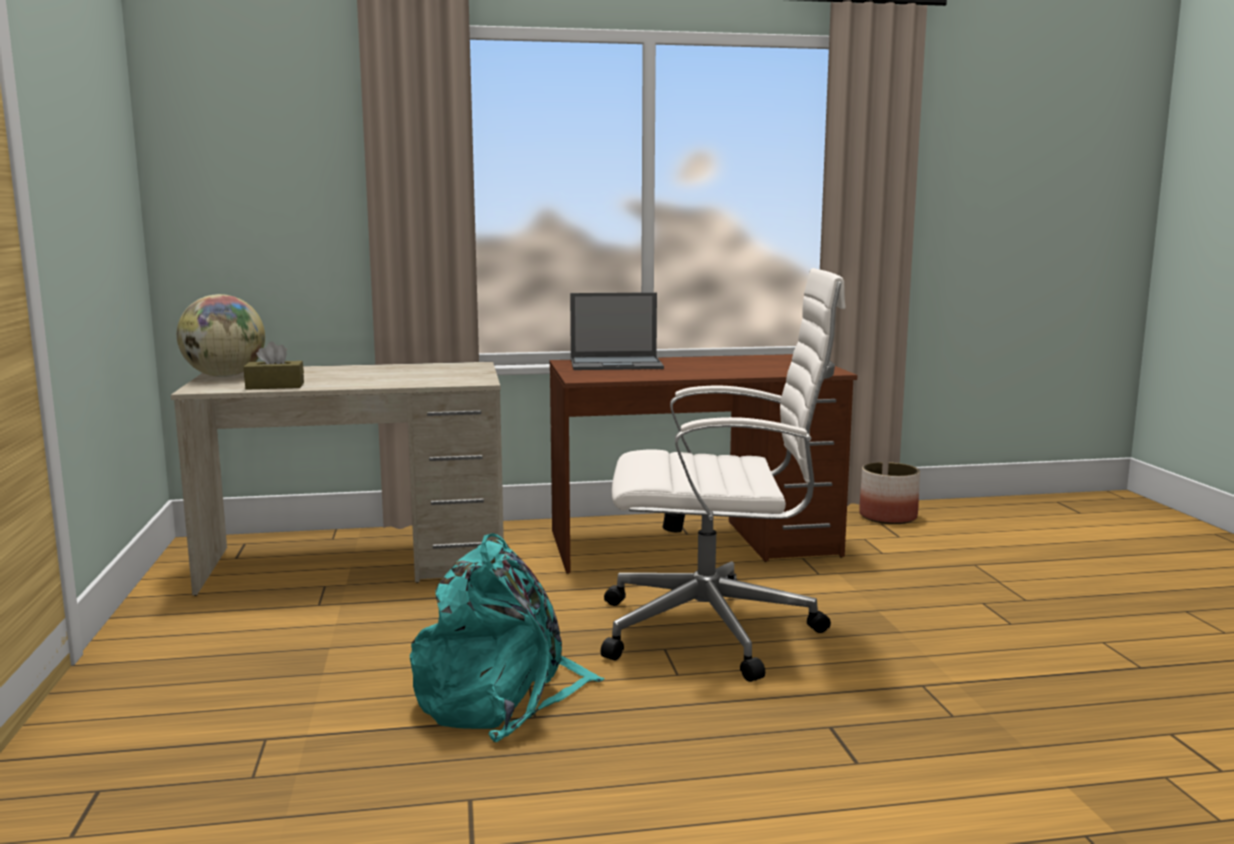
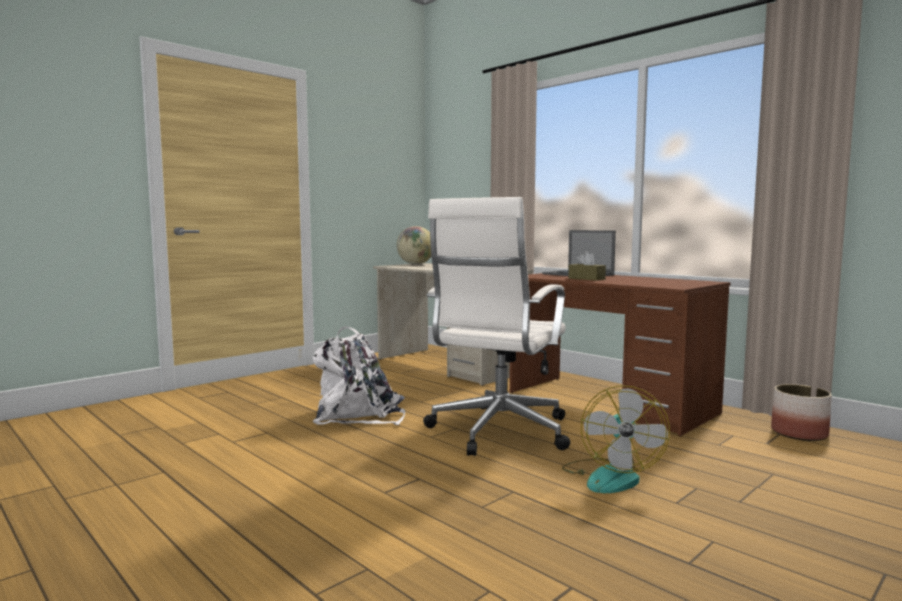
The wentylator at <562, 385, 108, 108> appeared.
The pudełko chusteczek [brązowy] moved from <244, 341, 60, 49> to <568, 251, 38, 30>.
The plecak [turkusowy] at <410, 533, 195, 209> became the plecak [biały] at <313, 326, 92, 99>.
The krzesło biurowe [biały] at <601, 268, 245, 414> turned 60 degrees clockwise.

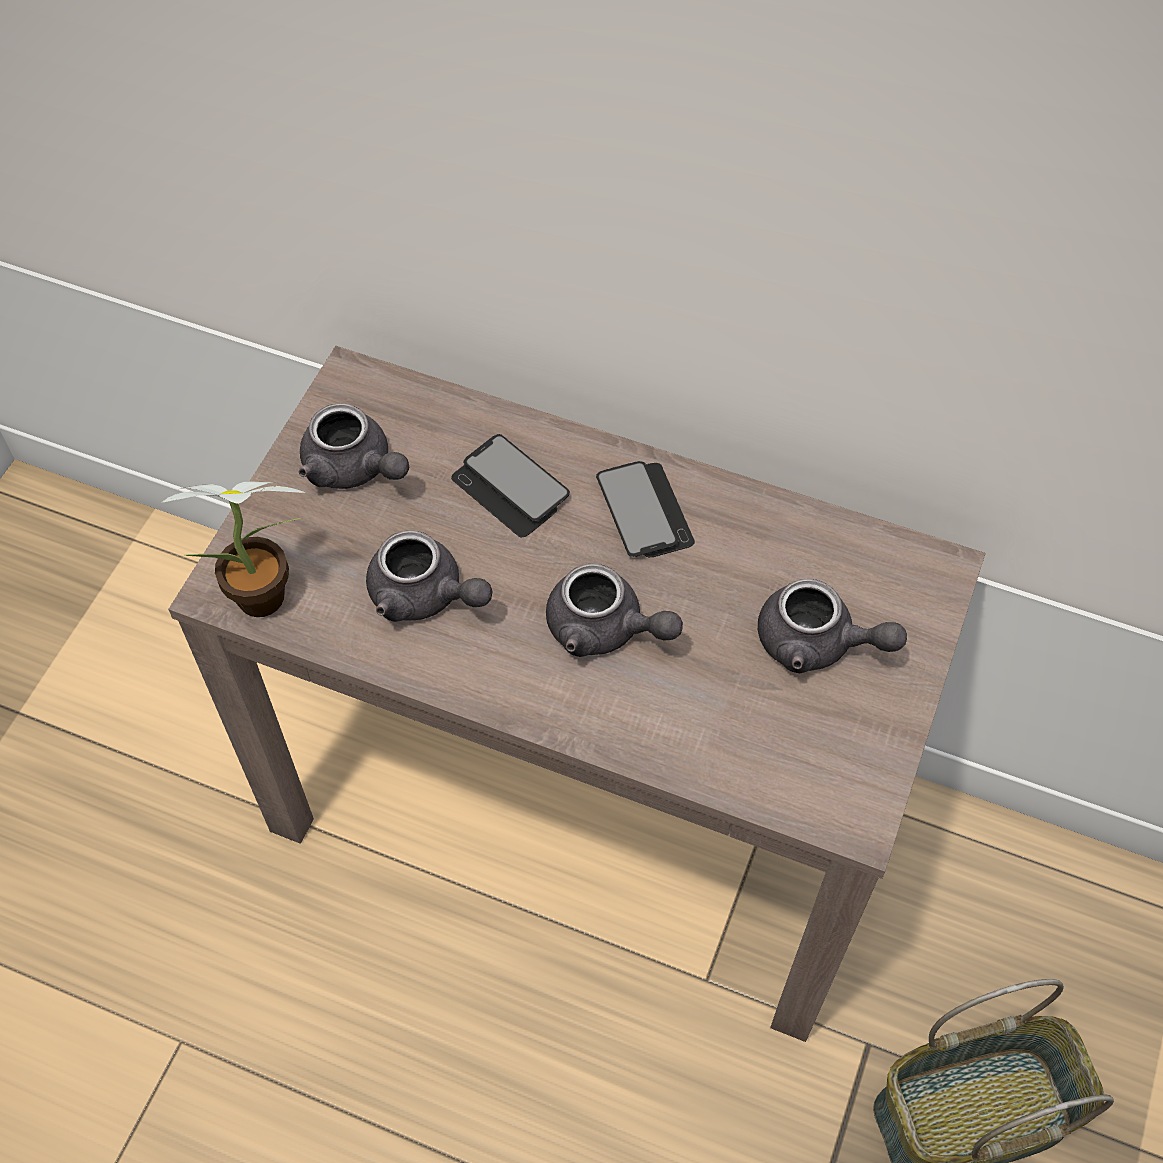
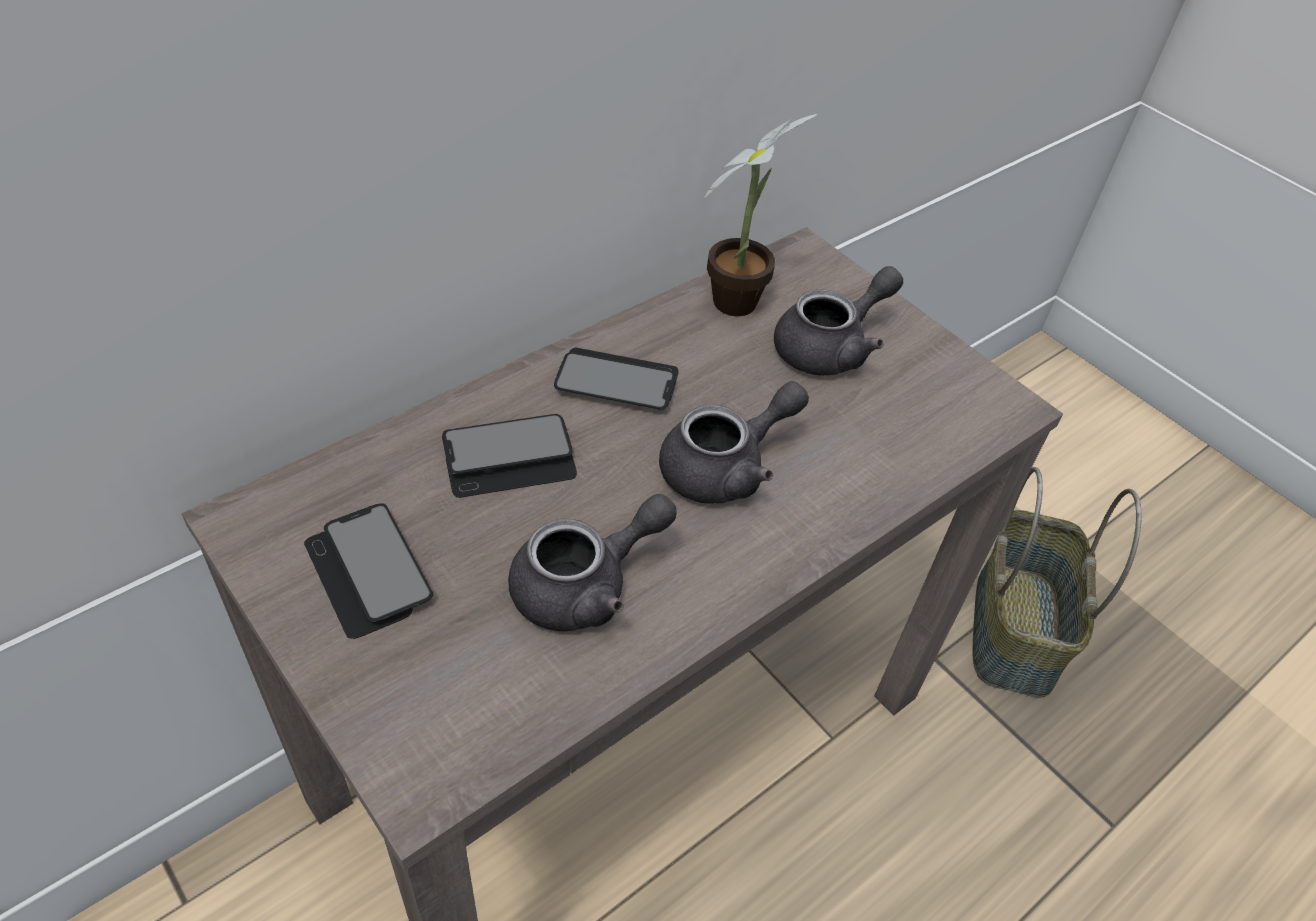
The roślina doniczkowa moved from <161, 482, 144, 135> to <704, 114, 114, 202>.
The imbryk [szary] at <299, 403, 110, 86> was replaced by the telefon at <304, 503, 129, 136>.

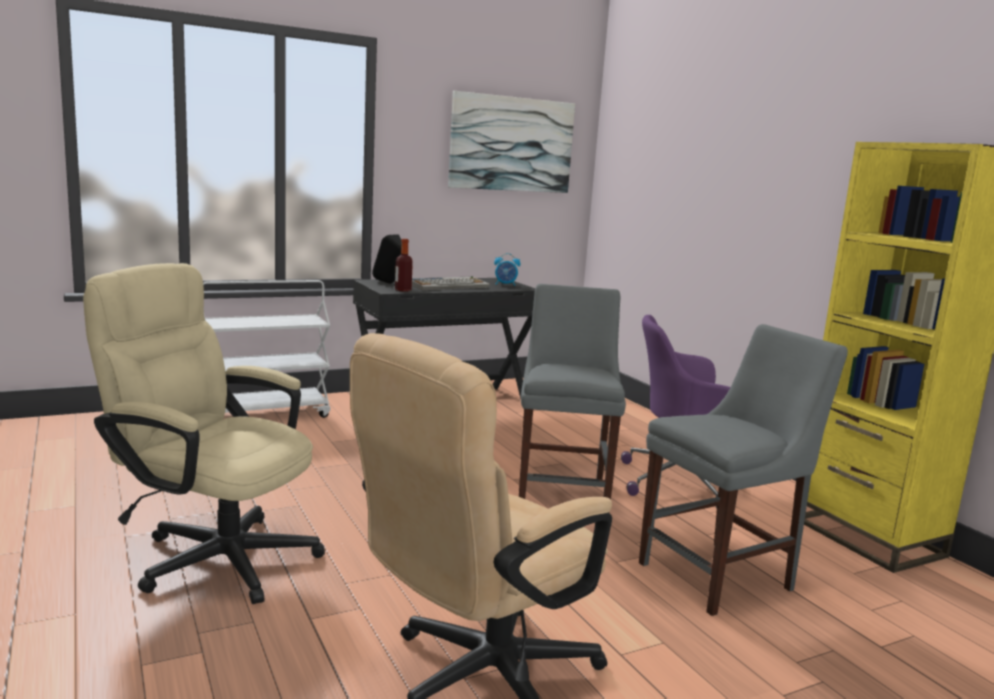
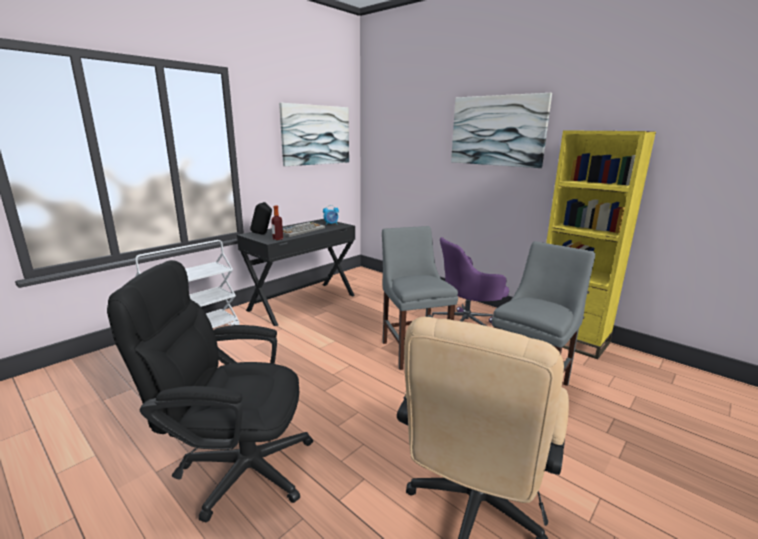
The obraz at <451, 93, 101, 75> appeared.
The krzesło biurowe [beżowy] at <83, 263, 242, 341> became the krzesło biurowe [czarny] at <107, 260, 206, 262>.

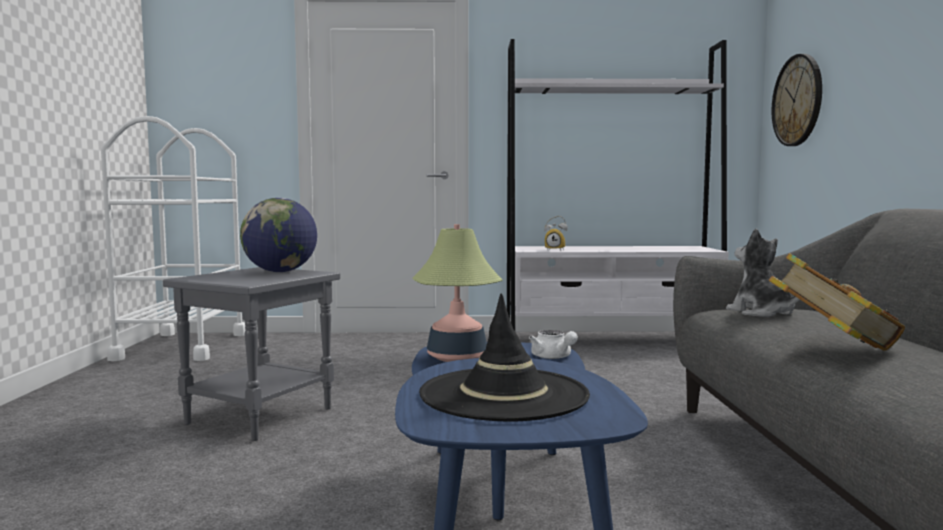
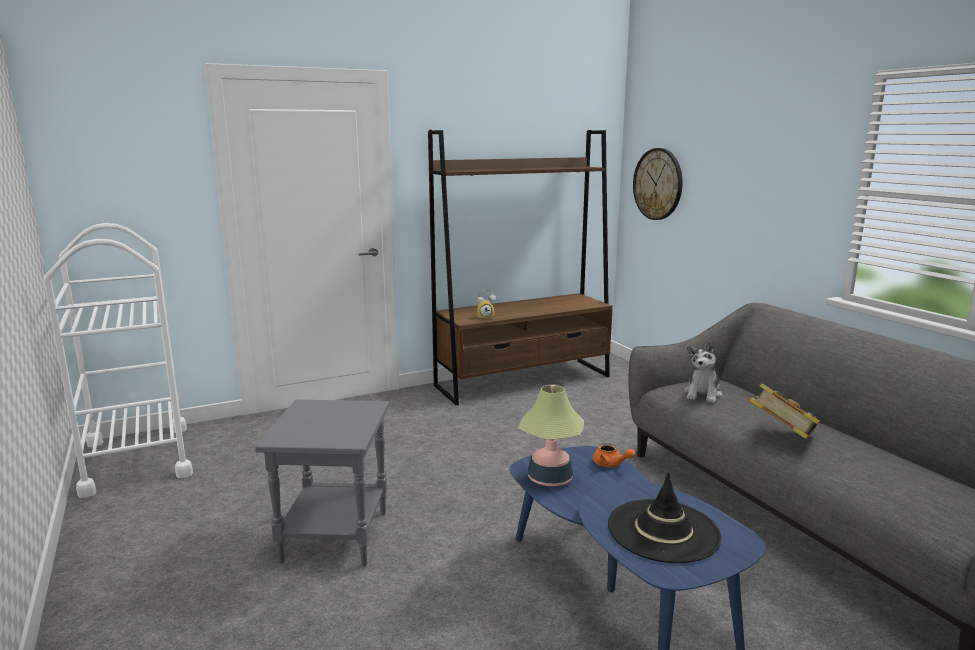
The globus at <240, 198, 77, 74> disappeared.
The regał [biały] at <507, 39, 222, 292> became the regał [brązowy] at <428, 130, 185, 275>.
The imbryk [biały] at <529, 330, 49, 29> became the imbryk [pomarańczowy] at <593, 443, 42, 24>.
The pluszak at <726, 228, 73, 89> turned 105 degrees counterclockwise.

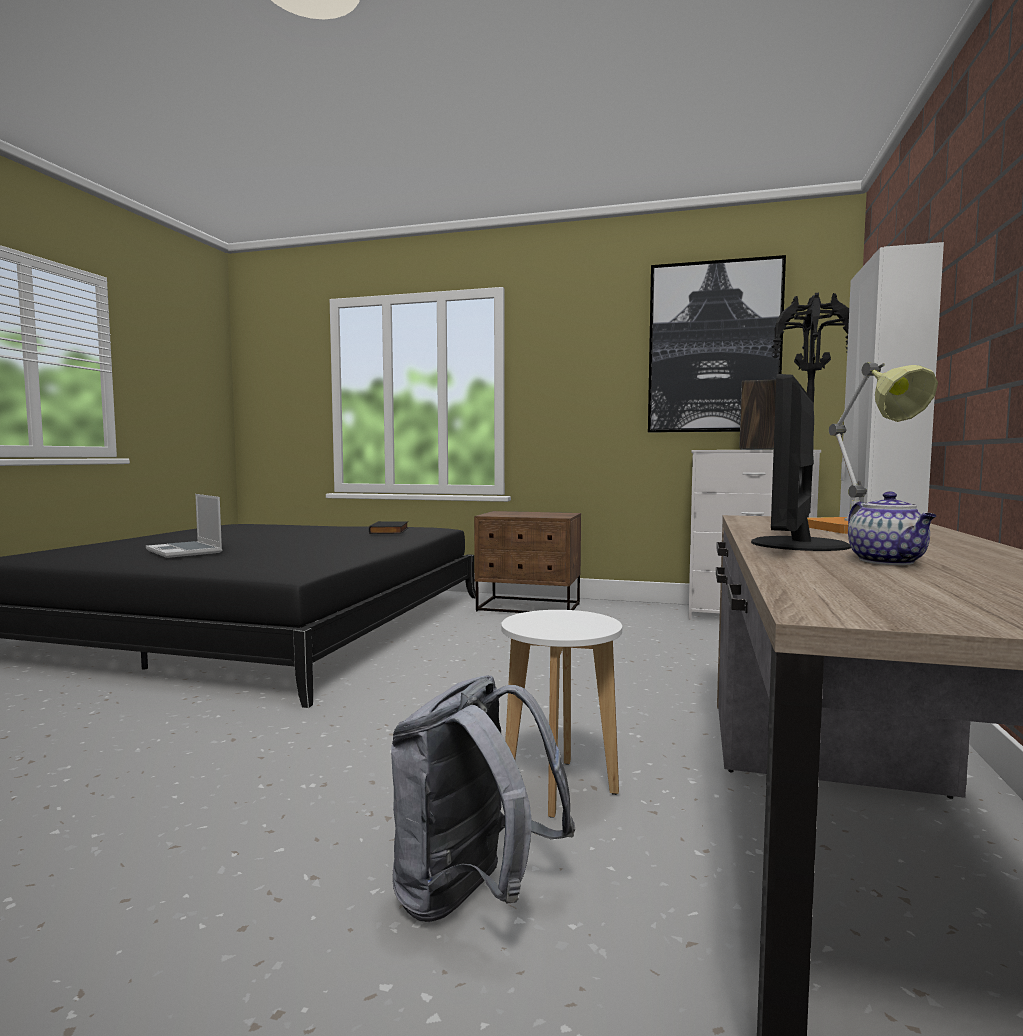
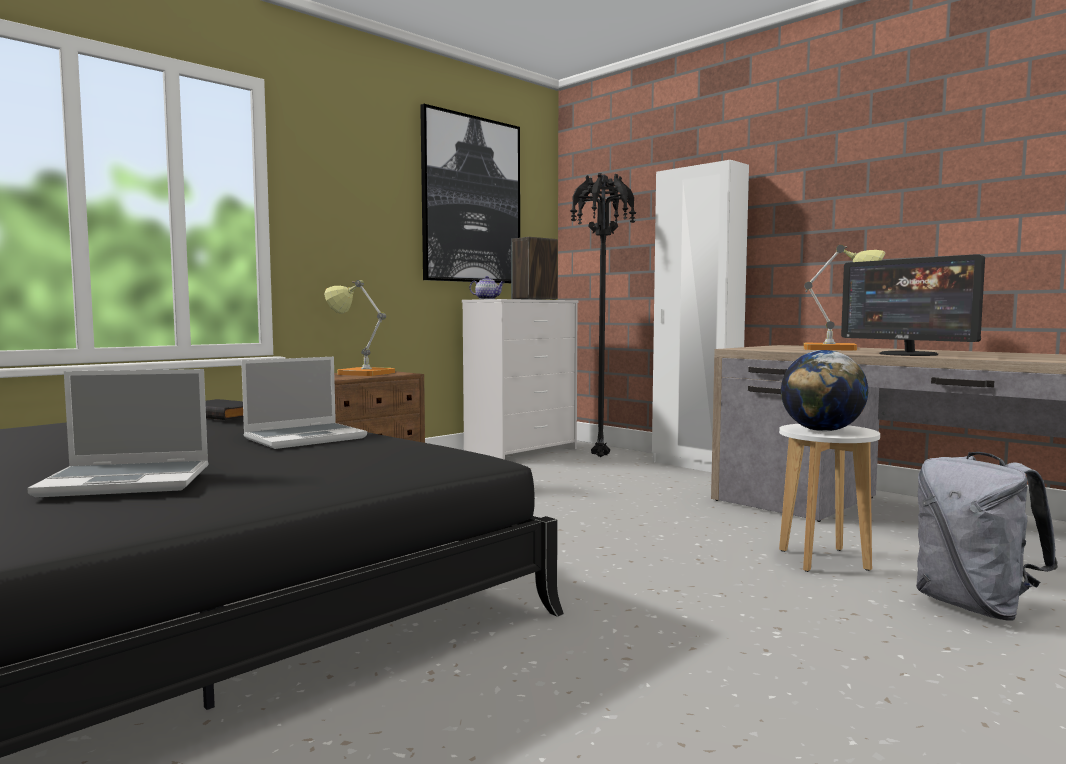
The laptop at <241, 357, 126, 92> appeared.
The lampa stołowa at <324, 280, 71, 96> appeared.
The globus at <781, 350, 87, 81> appeared.
The imbryk moved from <848, 491, 89, 74> to <470, 276, 35, 23>.

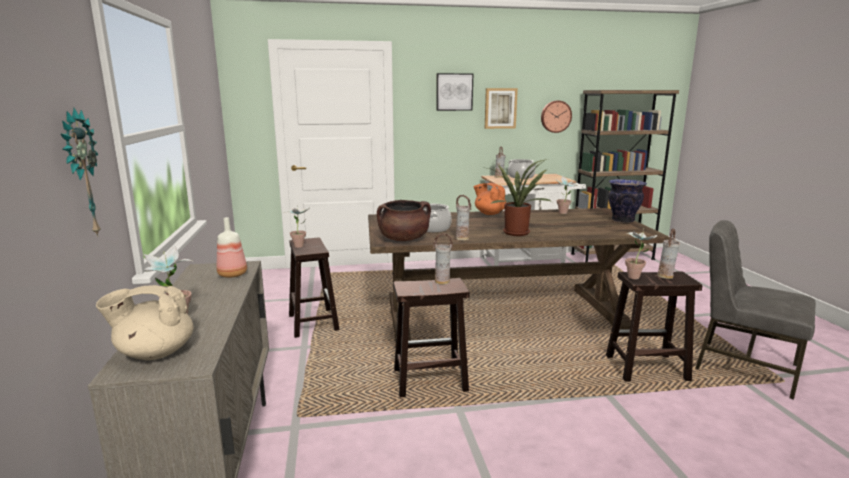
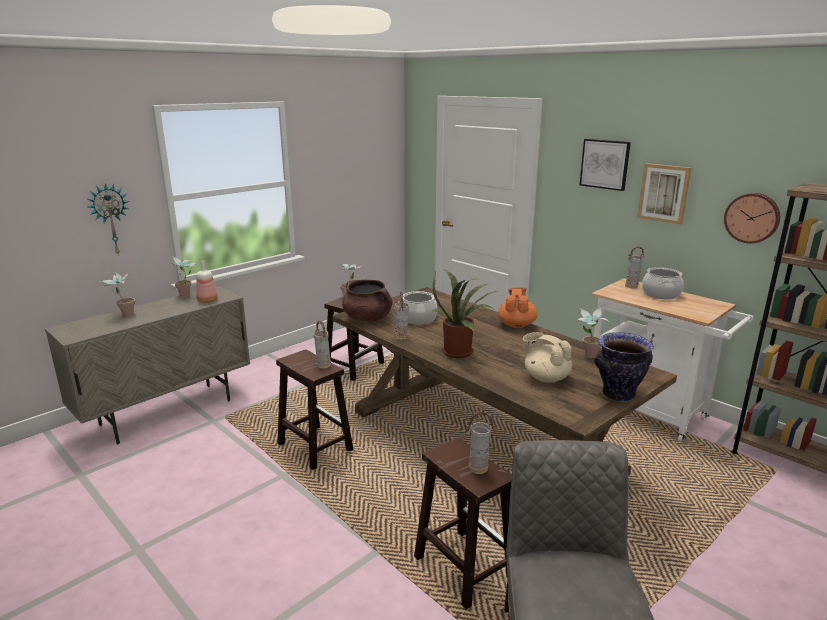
The imbryk [beżowy] moved from <96, 285, 98, 75> to <523, 332, 49, 51>.
The roślina doniczkowa moved from <625, 229, 32, 50> to <172, 256, 25, 41>.

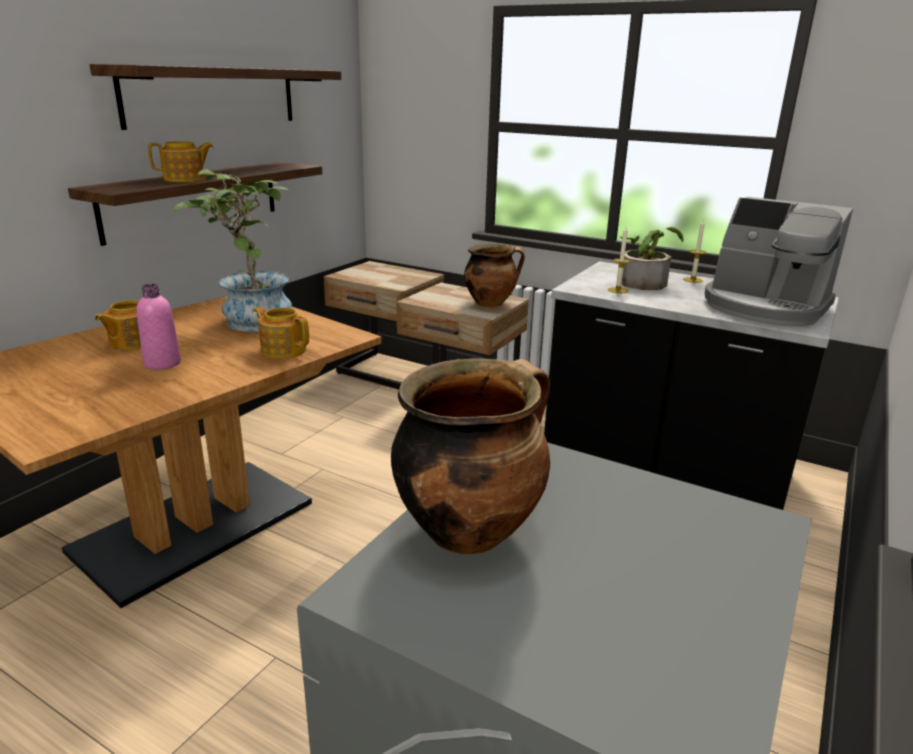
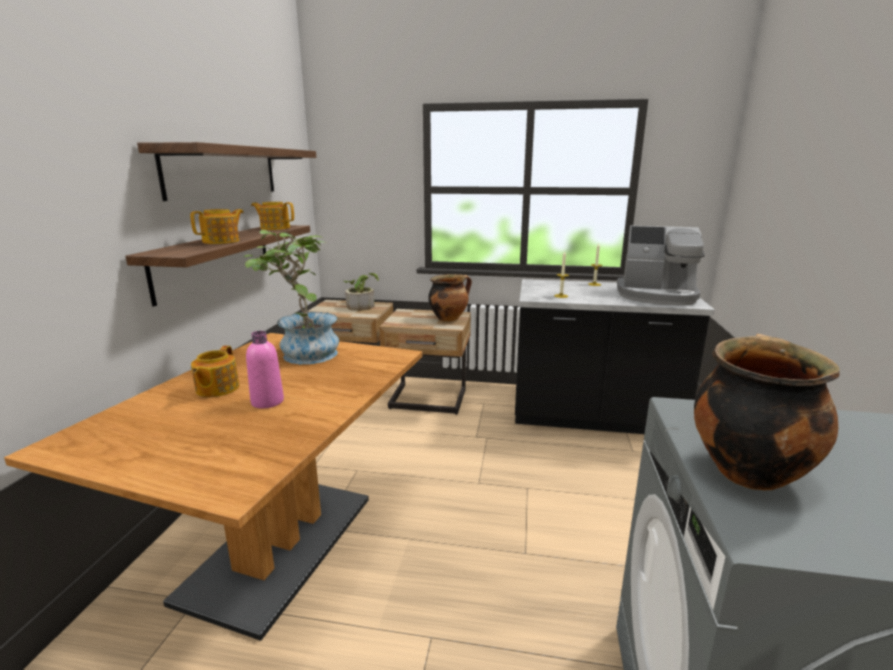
The imbryk moved from <253, 307, 56, 52> to <251, 202, 43, 28>.
The roślina doniczkowa moved from <620, 227, 64, 63> to <344, 273, 35, 38>.

